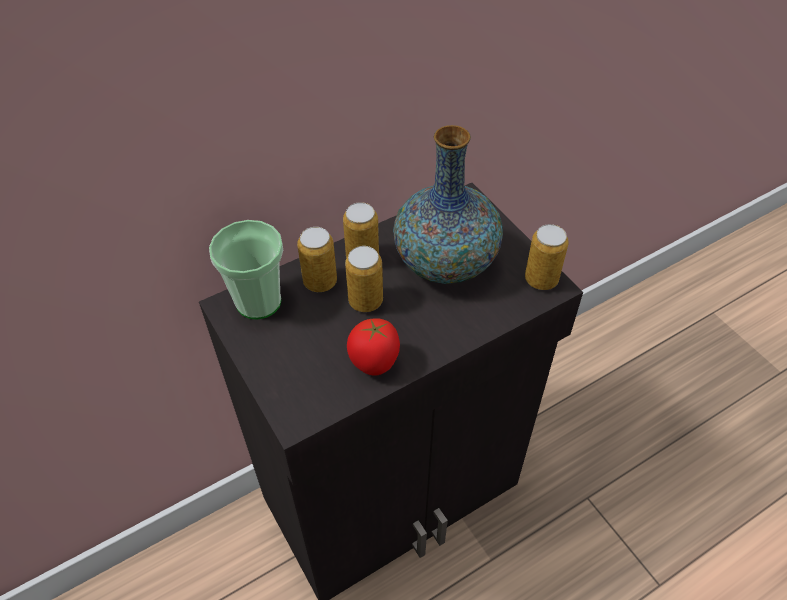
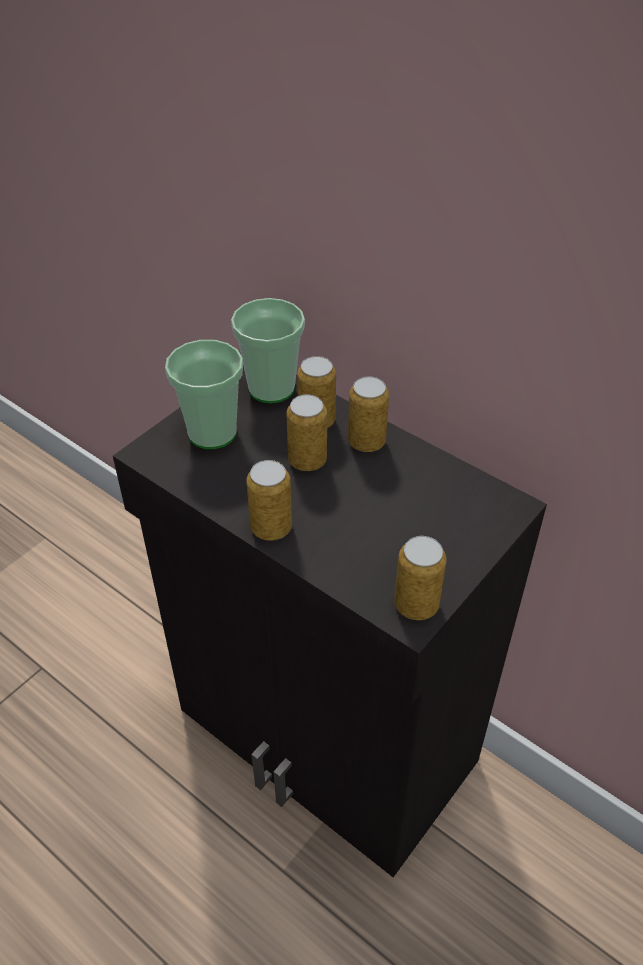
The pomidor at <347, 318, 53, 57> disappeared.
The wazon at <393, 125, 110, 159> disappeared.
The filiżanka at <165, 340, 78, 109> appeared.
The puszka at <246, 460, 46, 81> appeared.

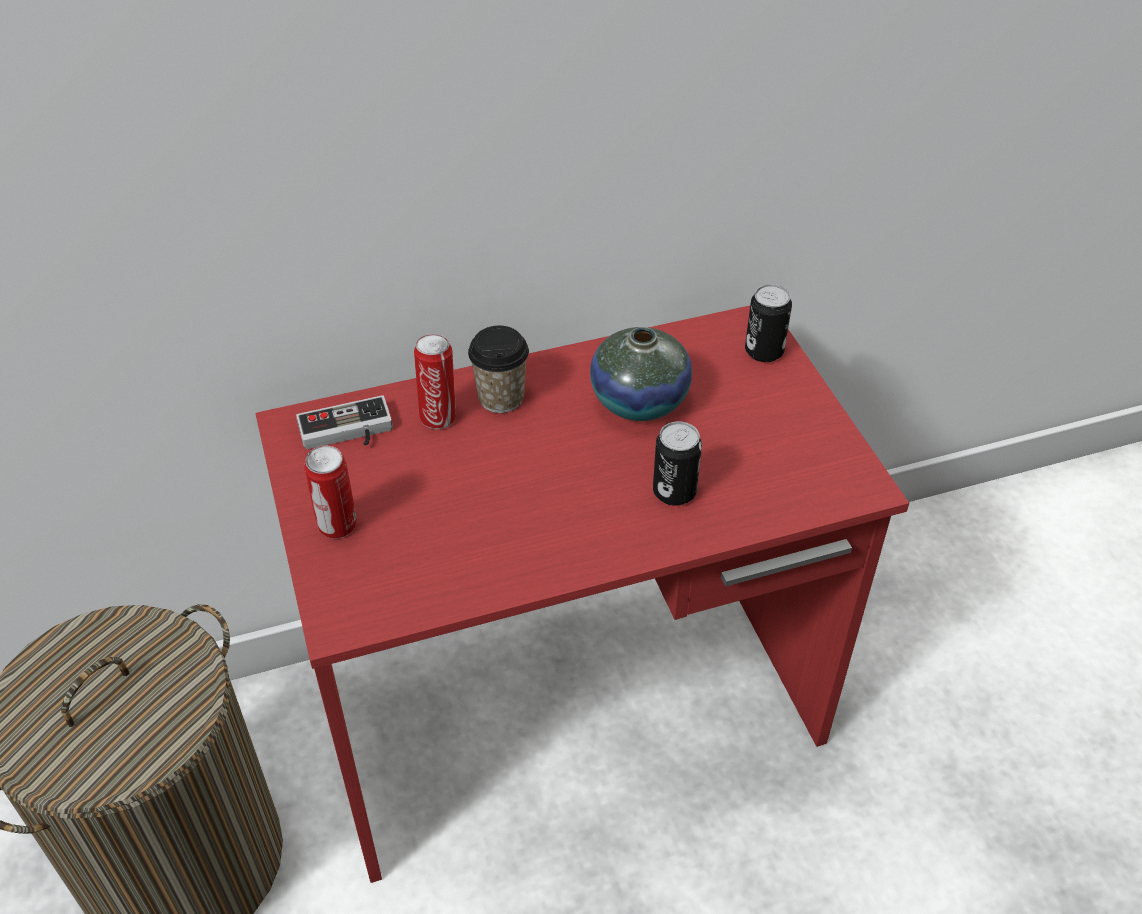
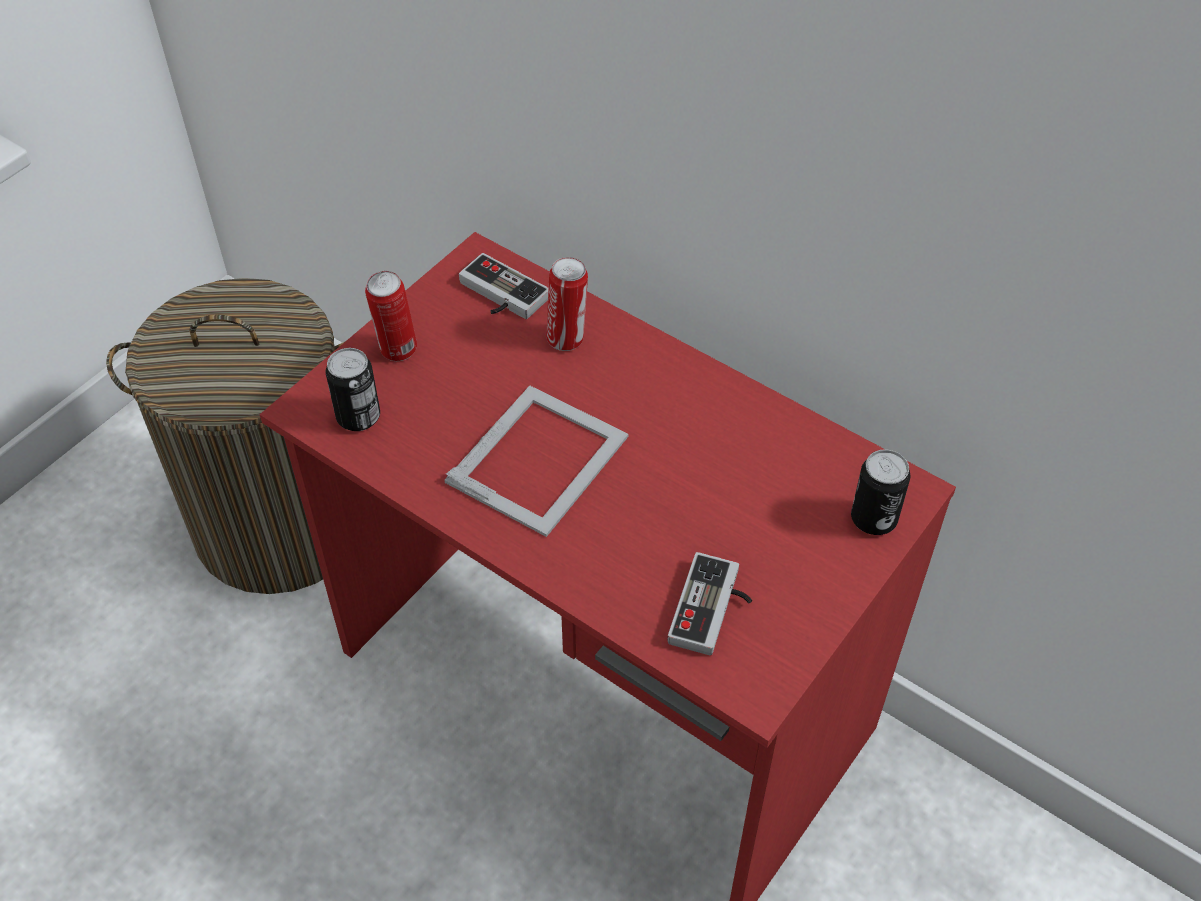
The filiżanka at <468, 326, 61, 87> disappeared.
The wazon at <590, 327, 102, 94> disappeared.
The ramka na zdjęcie at <444, 385, 184, 152> appeared.
The pad do gier at <668, 552, 84, 103> appeared.
The puszka moved from <653, 421, 49, 85> to <326, 348, 54, 83>.

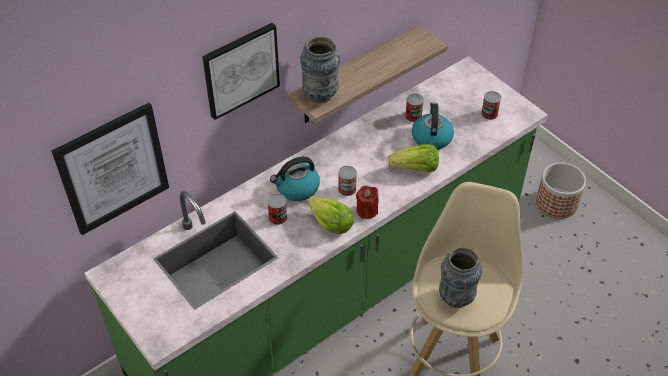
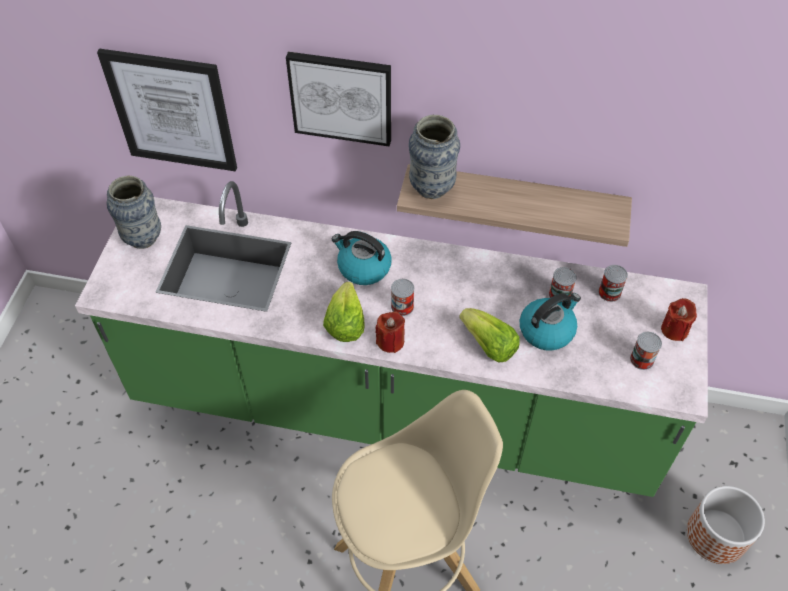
The świeca [czerwony] at <661, 298, 36, 43> appeared.
The puszka moved from <267, 194, 20, 31> to <598, 265, 30, 37>.
The wazon moved from <439, 247, 43, 61> to <107, 176, 54, 73>.

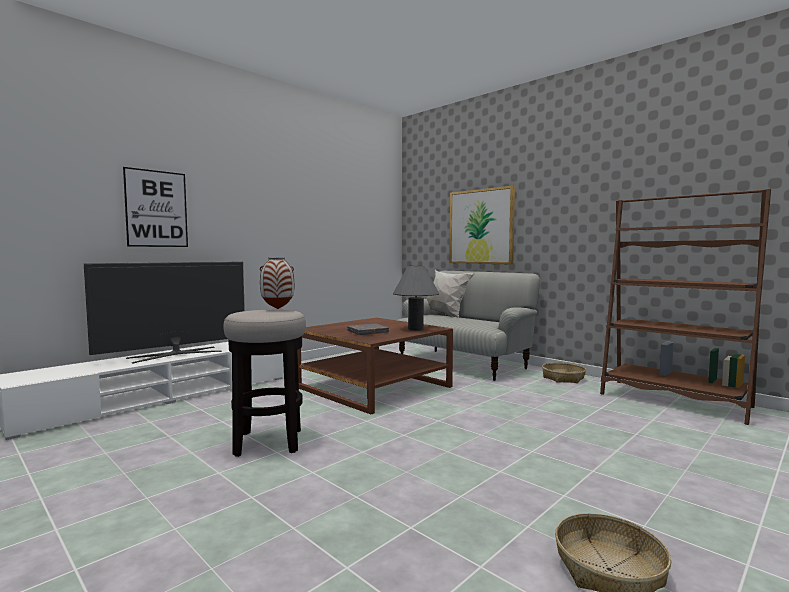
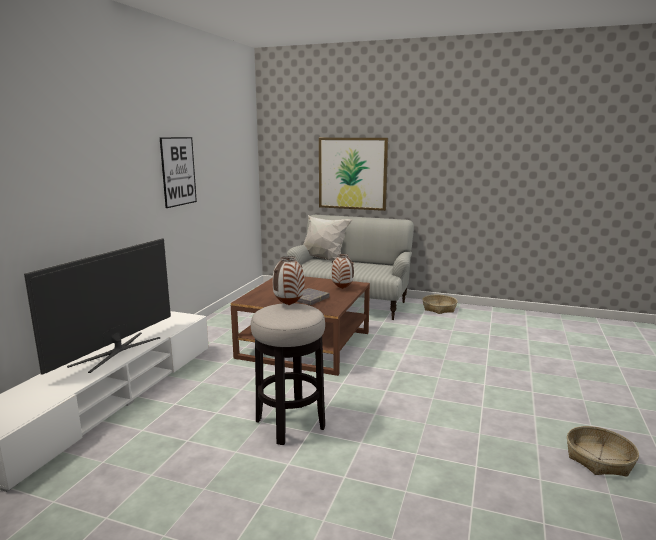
The regał [brązowy] at <600, 189, 171, 236> disappeared.
The obraz moved from <123, 167, 65, 80> to <160, 137, 37, 71>.
The lampa stołowa [szary] at <393, 266, 46, 65> was replaced by the wazon at <331, 254, 23, 35>.

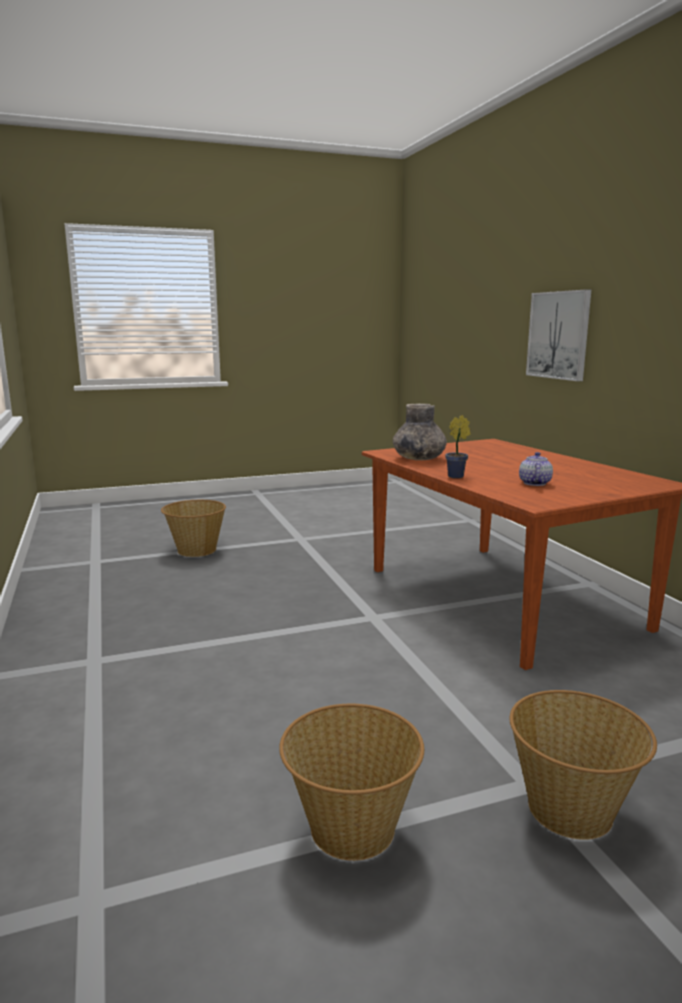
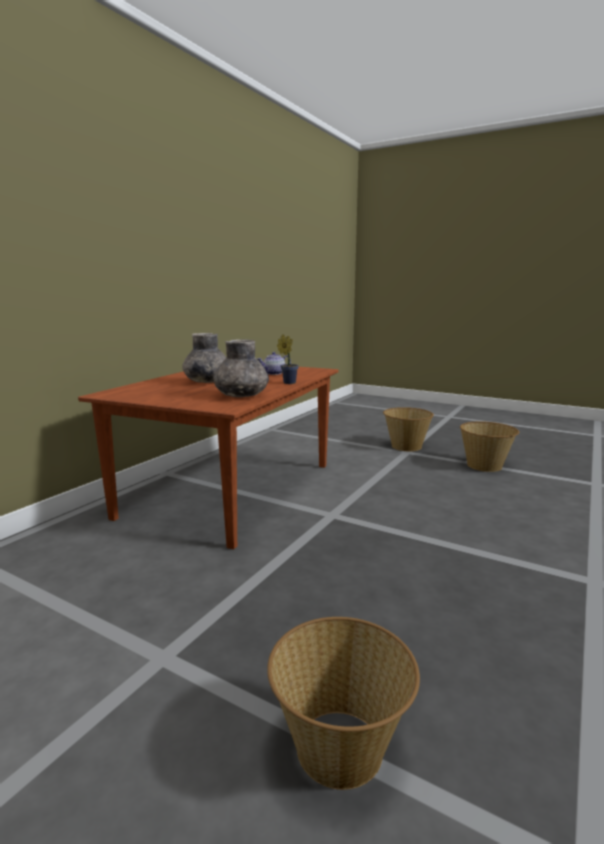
The obraz at <526, 289, 65, 92> disappeared.
The wazon [szary] at <182, 333, 45, 50> appeared.

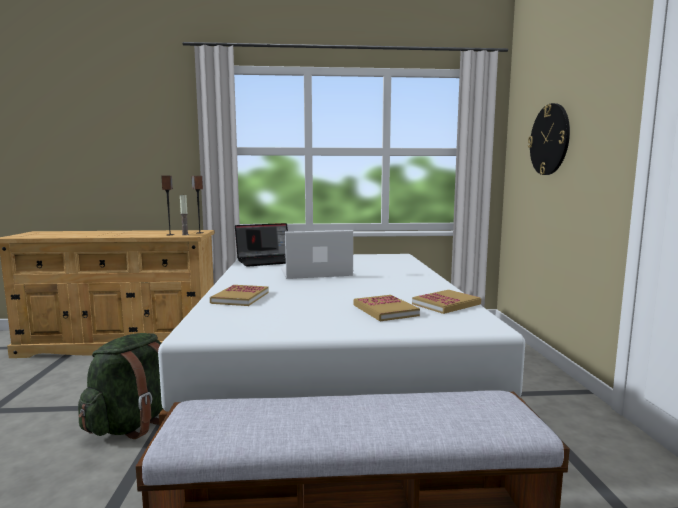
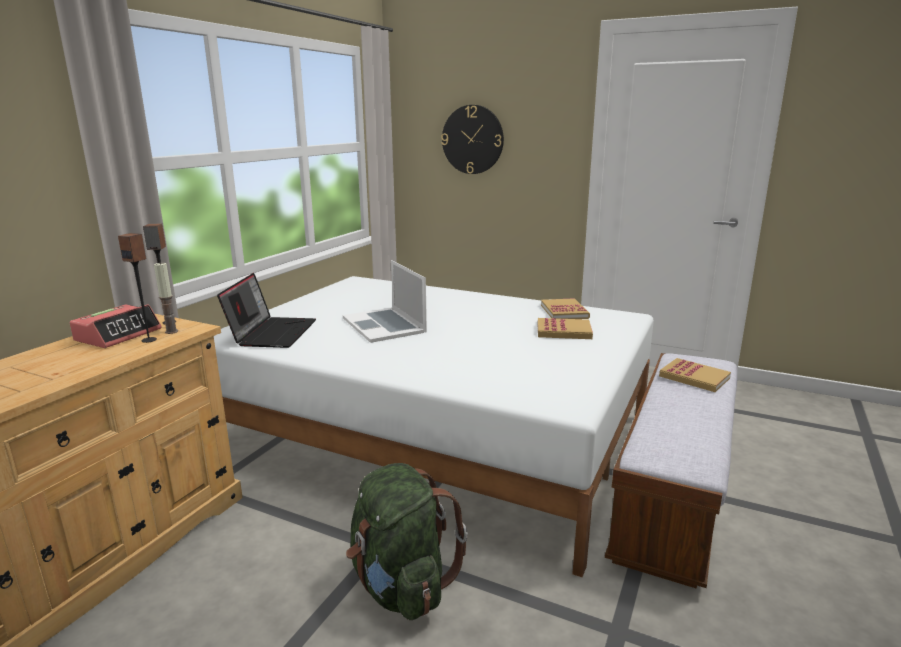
The budzik at <69, 304, 93, 44> appeared.
The książka moved from <210, 285, 59, 21> to <659, 358, 72, 34>.
The laptop at <281, 230, 72, 49> turned 45 degrees counterclockwise.

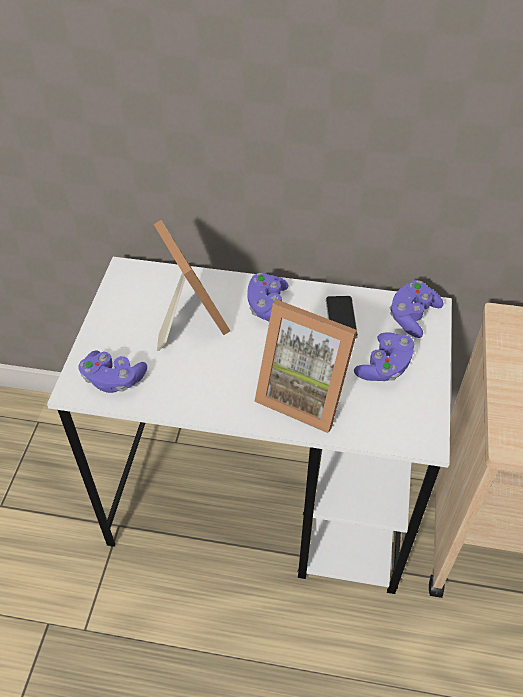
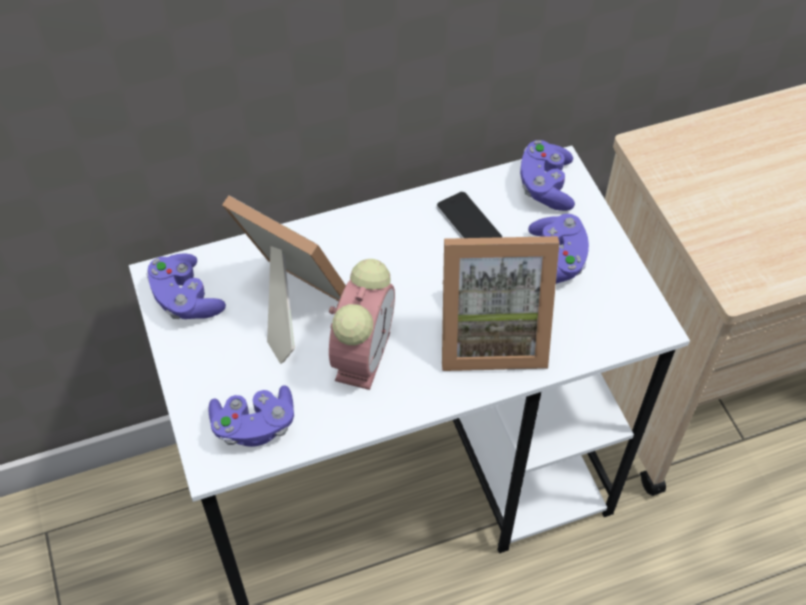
The budzik at <329, 259, 66, 131> appeared.
The pad do gier [fioletowy] moved from <247, 273, 42, 48> to <147, 253, 79, 66>.

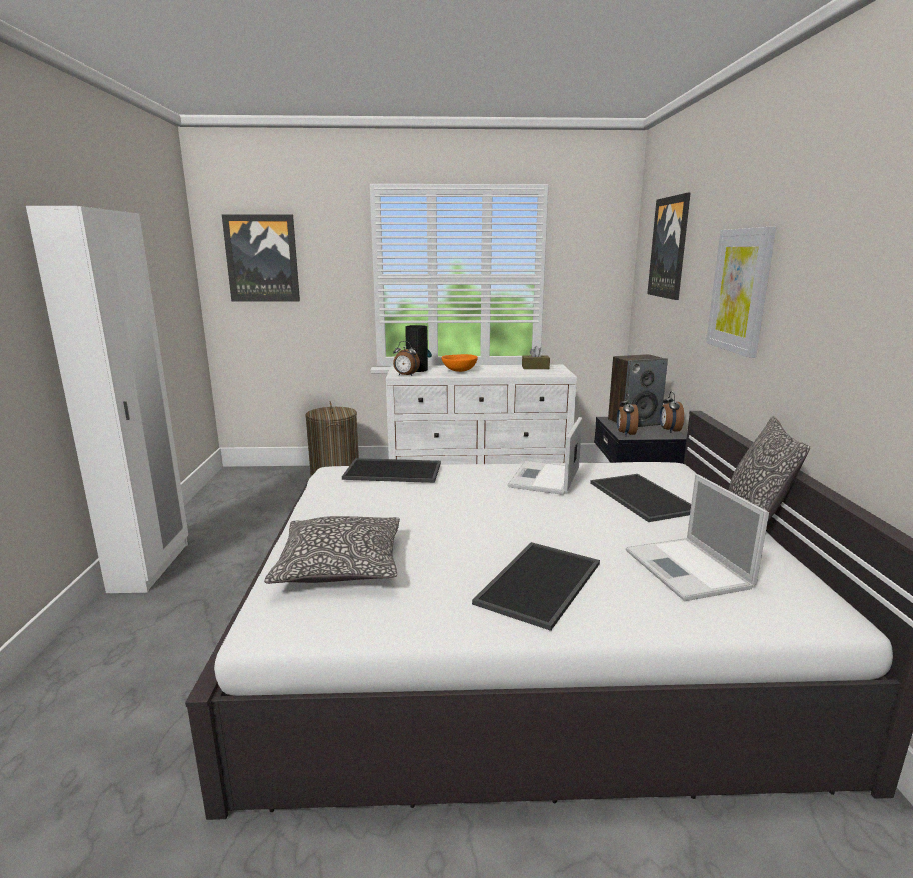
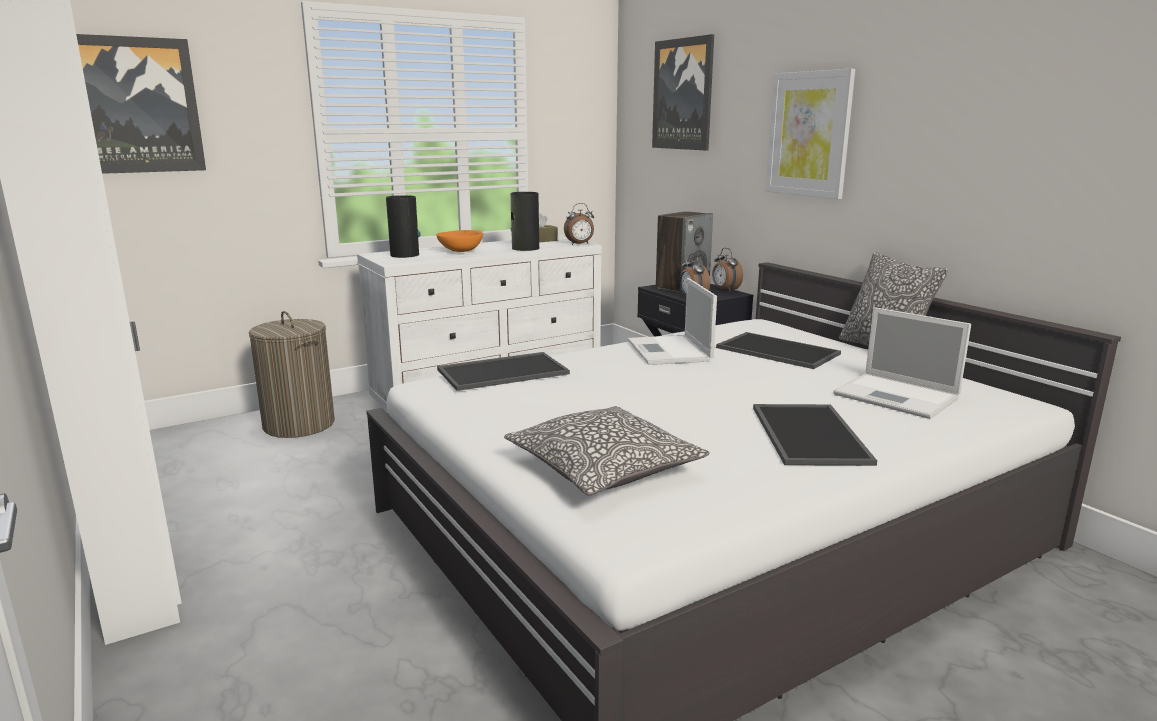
The wazon at <511, 192, 28, 59> appeared.
The budzik moved from <393, 341, 27, 35> to <564, 203, 30, 42>.

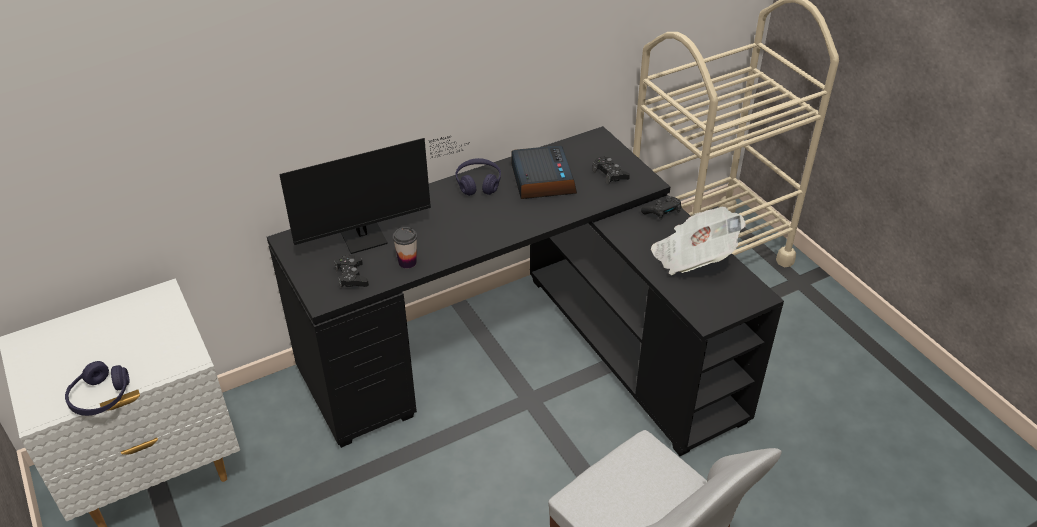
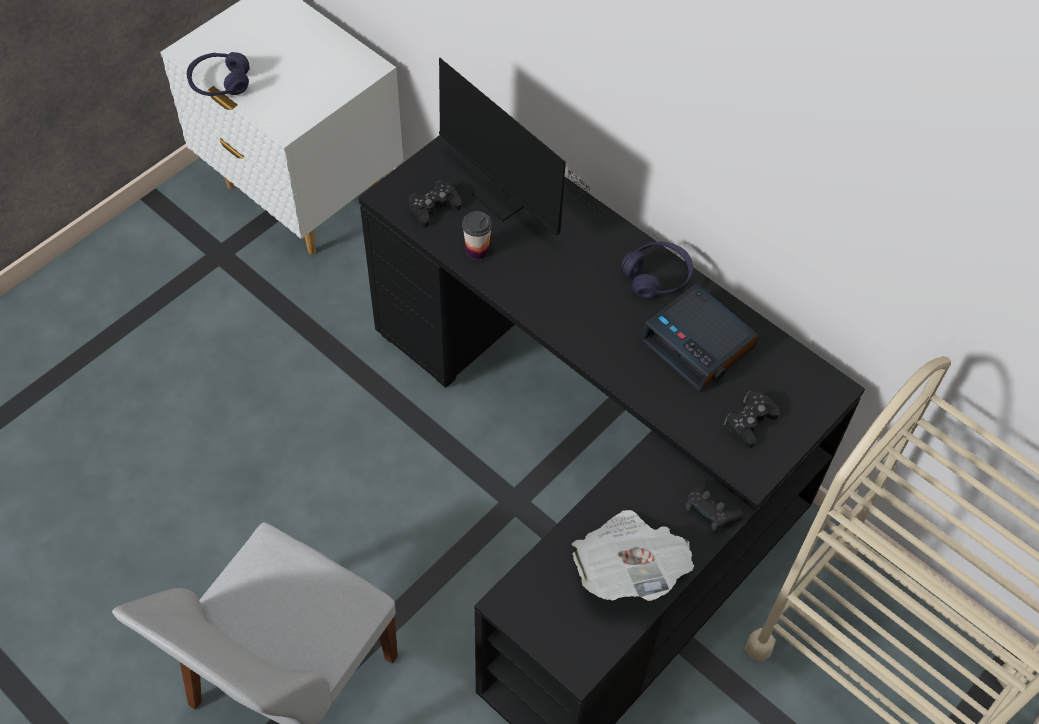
The budzik at <511, 145, 66, 54> turned 75 degrees clockwise.

